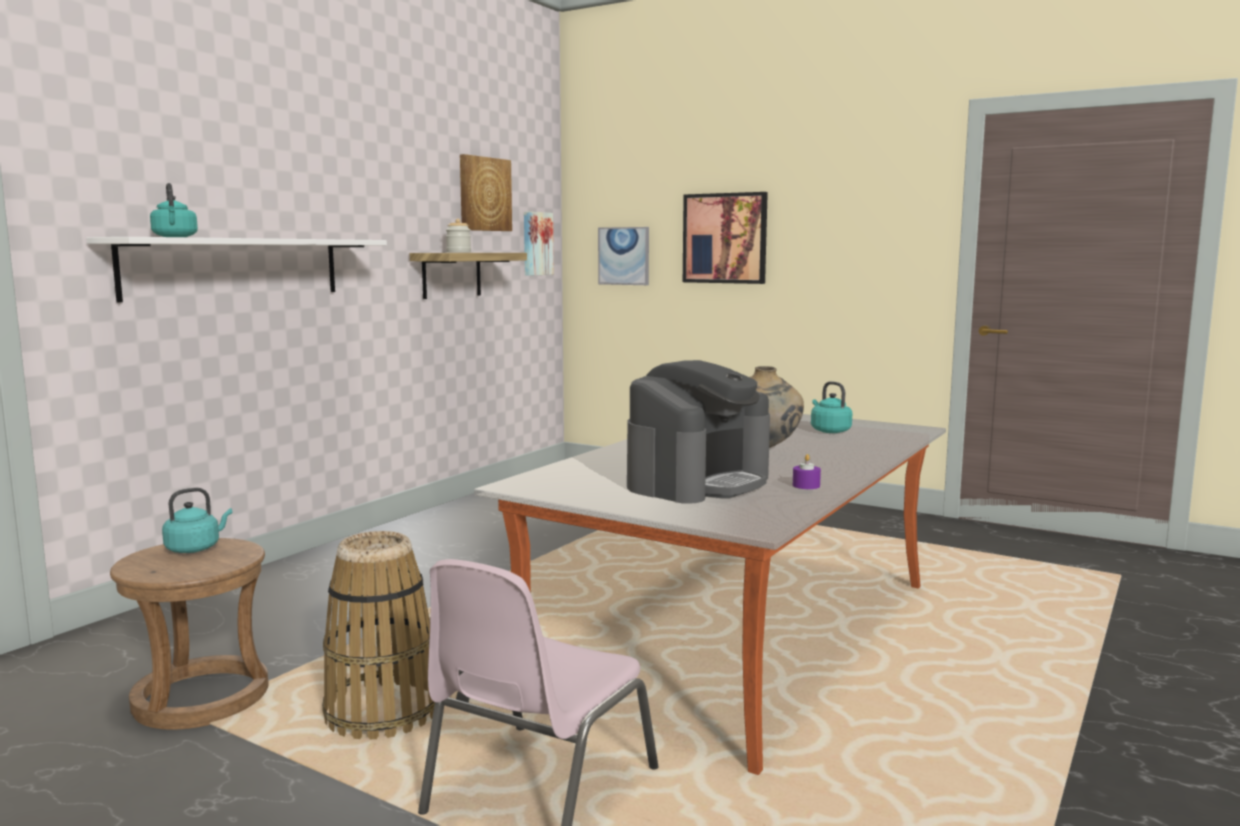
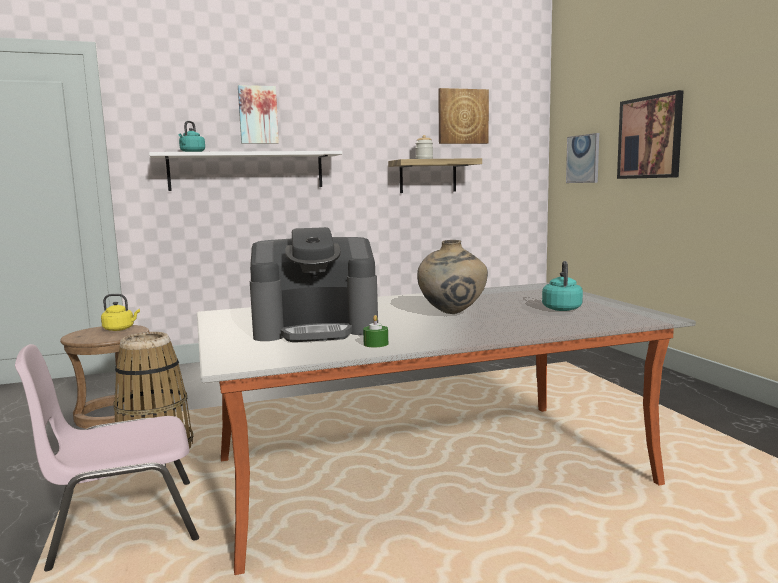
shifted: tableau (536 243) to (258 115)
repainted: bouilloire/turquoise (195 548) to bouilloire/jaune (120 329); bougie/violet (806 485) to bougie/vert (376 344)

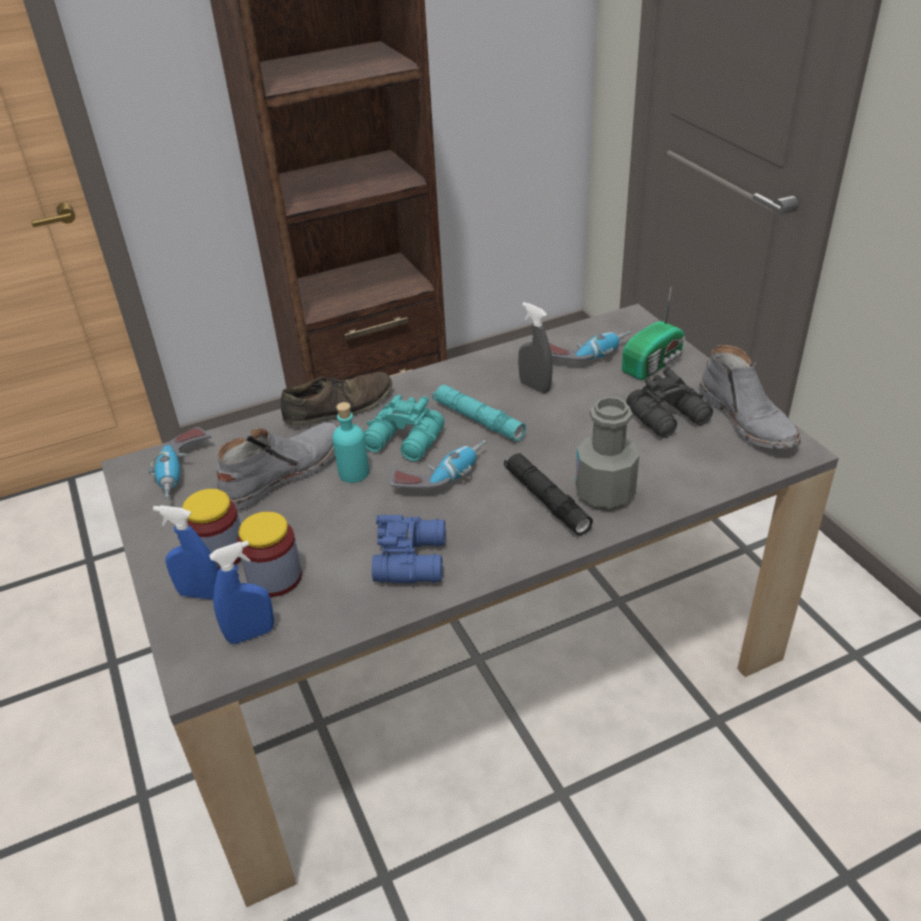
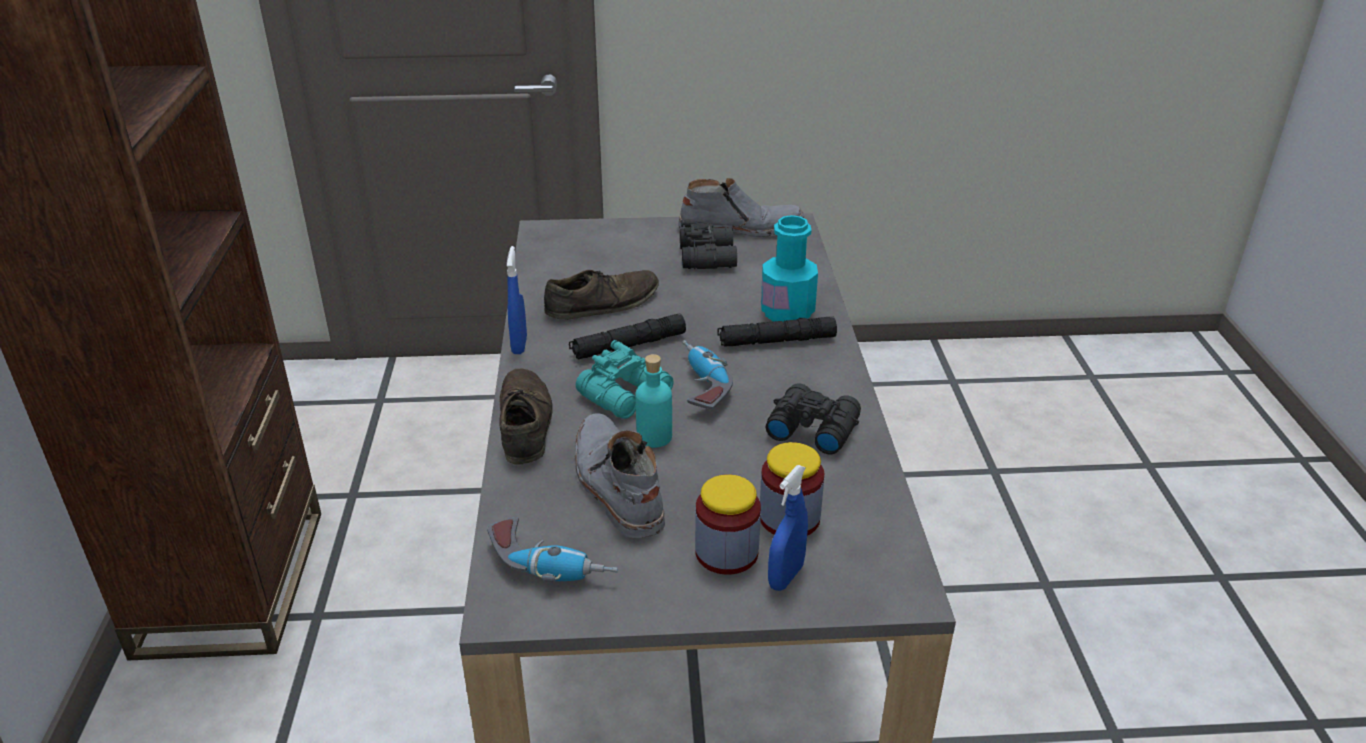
gone: perceuse (587 354); radio (654 363)
shifted: vaporisateur/bleu (251 634) to (519 345)
swapped: vaporisateur/gris (534 386) to chaussure/marron (603 304)
repainted: lampe de poche/turquoise (478 419) to lampe de poche/noir (628 346); bouteille/gris (605 493) to bouteille/turquoise (787 312); jumelles/bleu (413 559) to jumelles/noir (811 428)

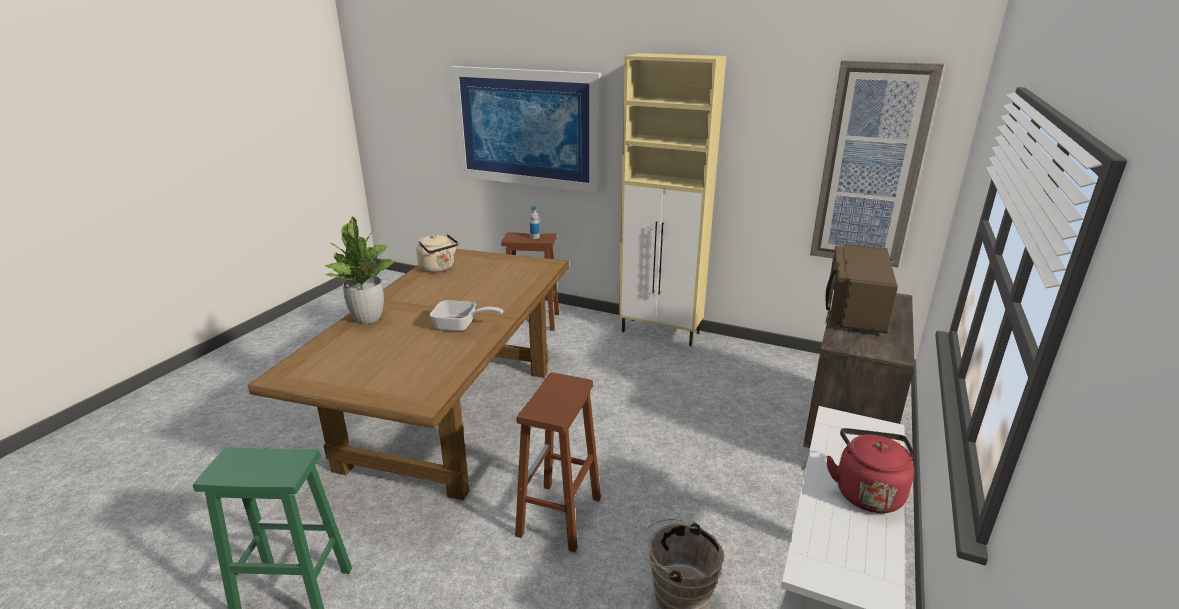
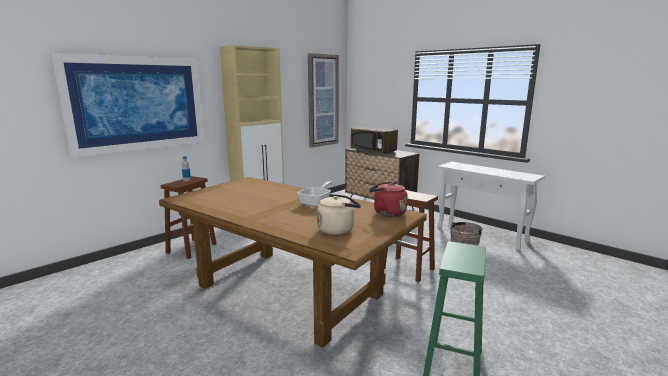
gone: plante en pot (368 318)
shifted: bouilloire/beige (438 268) to (337 229); bouilloire/rouge (867 492) to (387 213)

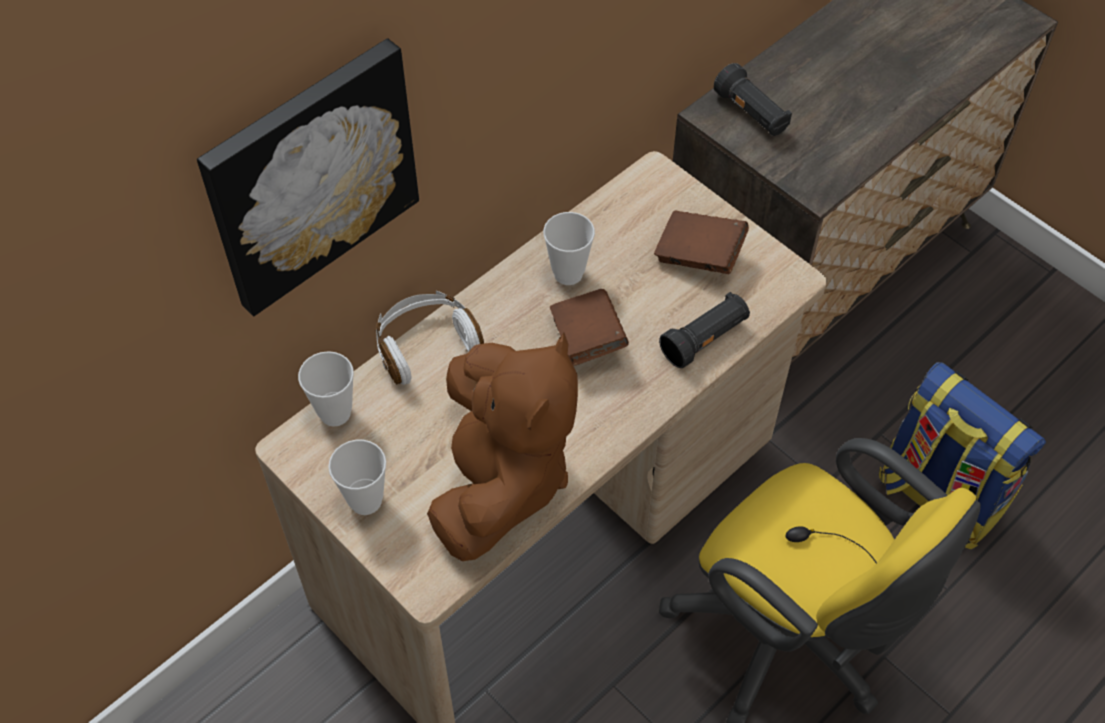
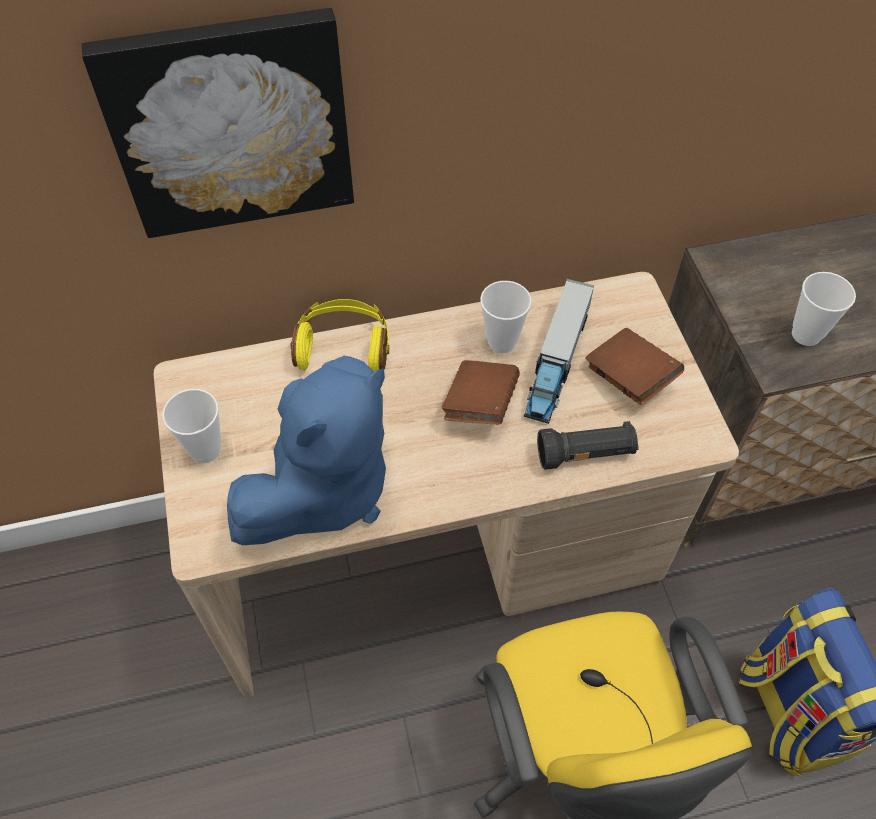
gone: lampe de poche/noir (751 114)
new: camion jouet (556 363)
shifted: tasse (335 413) to (806 334)
repainted: peluche/marron (500 480) to peluche/bleu (323 488); casque audio/blanc (426 344) to casque audio/jaune (343 346)

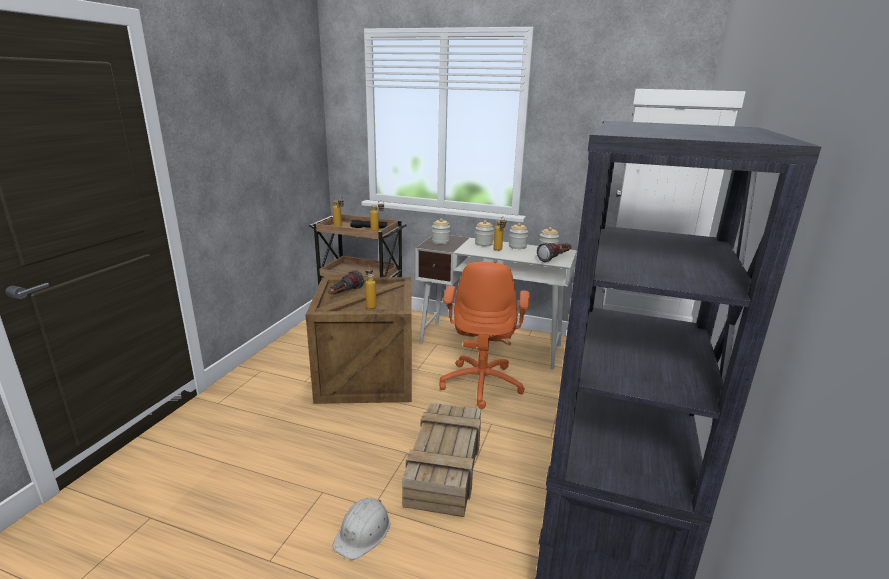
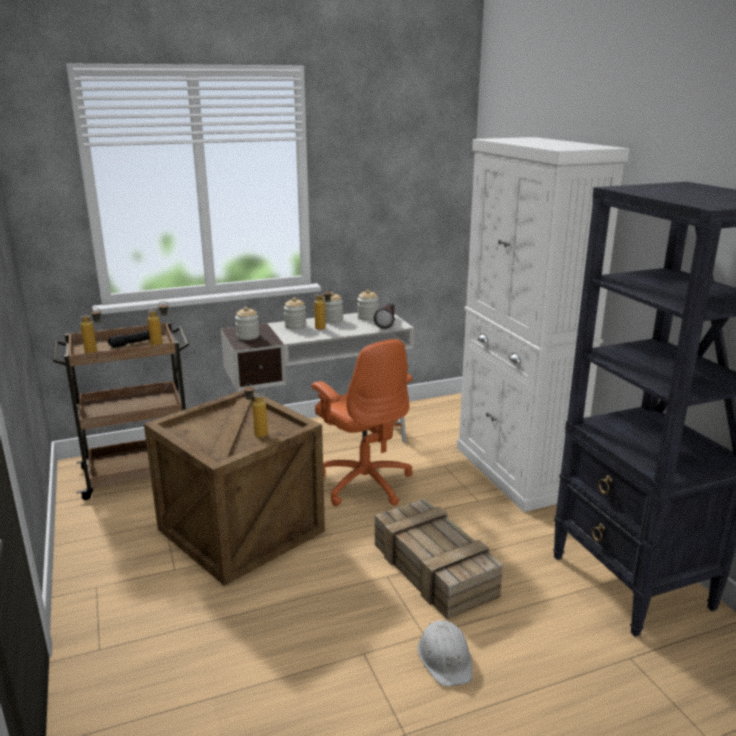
gone: lampe de poche (344 294)

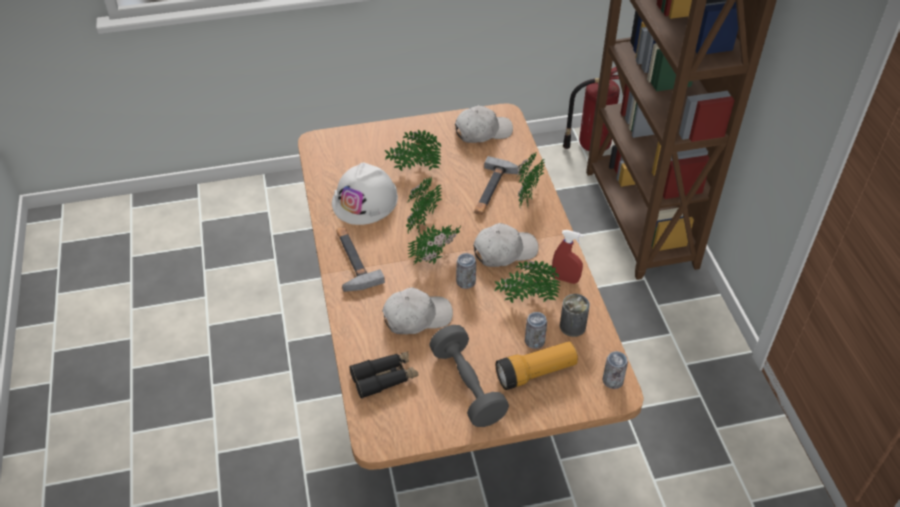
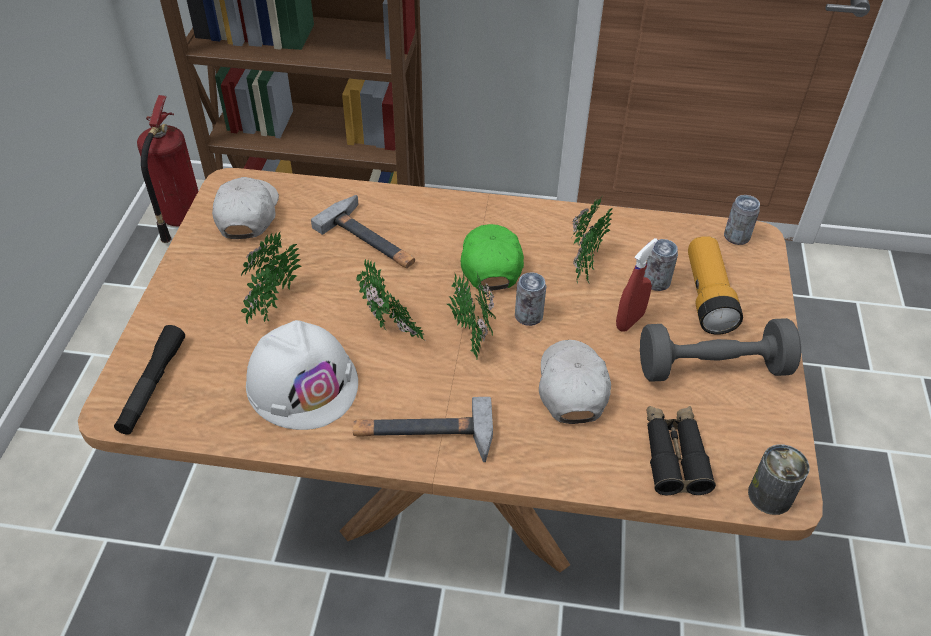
gone: plante en pot (526 198)
new: lampe de poche/noir (152 385)
shifted: vaporisateur/rouge (565 279) to (630 321); boîte métallique (572 326) to (770 495)
repainted: casquette/blanc (504 251) to casquette/vert (490 262)

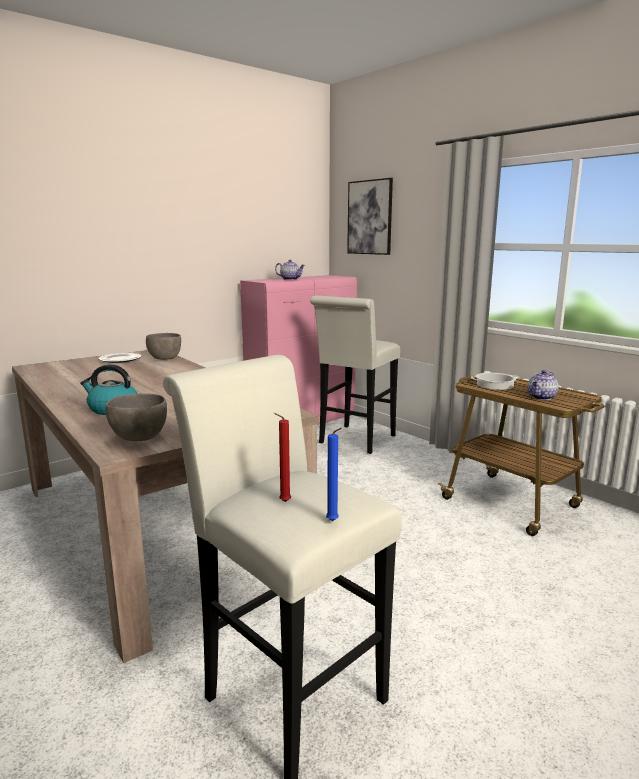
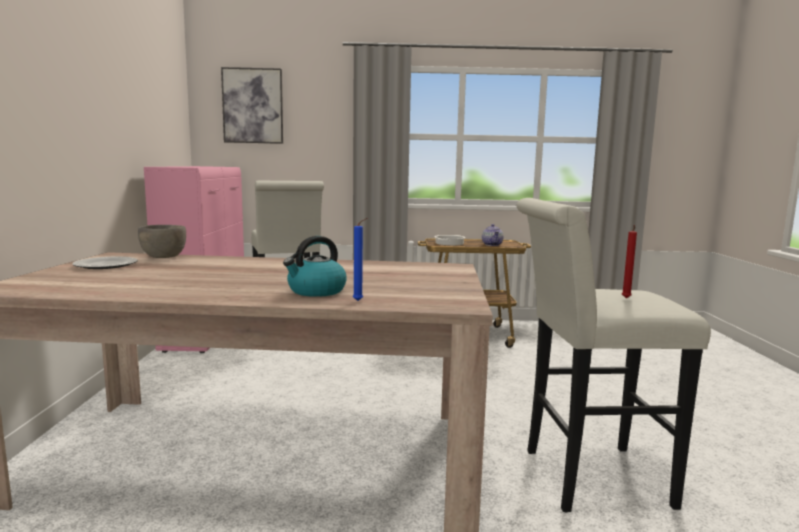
gone: bol/gris (138 438); théière (290 279)
shifted: bougie/bleu (333 522) to (359 301)

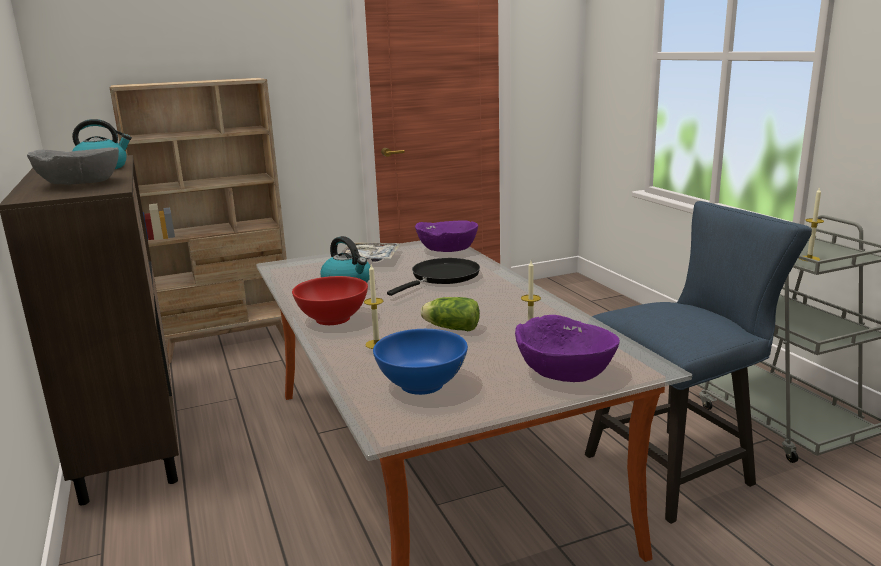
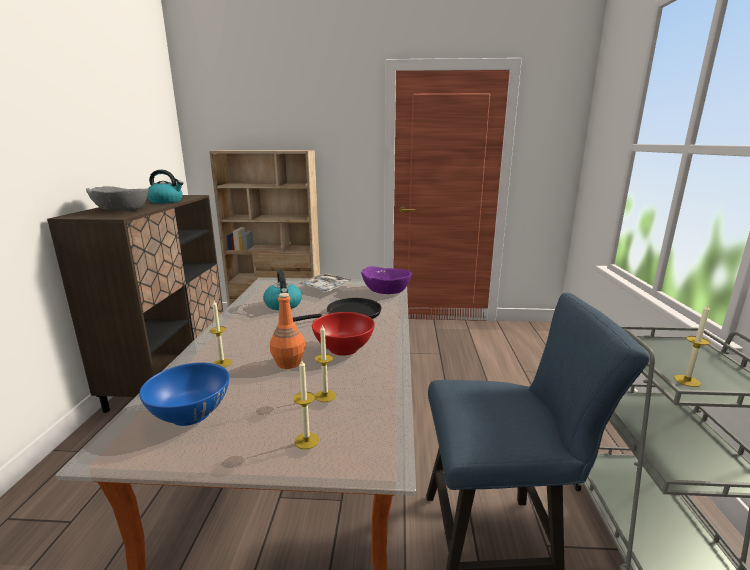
shifted: bol/rouge (333 319) to (344 349)
swapped: laitue (450 328) to bouteille/orange (288 363); bol/violet (565 371) to bougie (306 440)

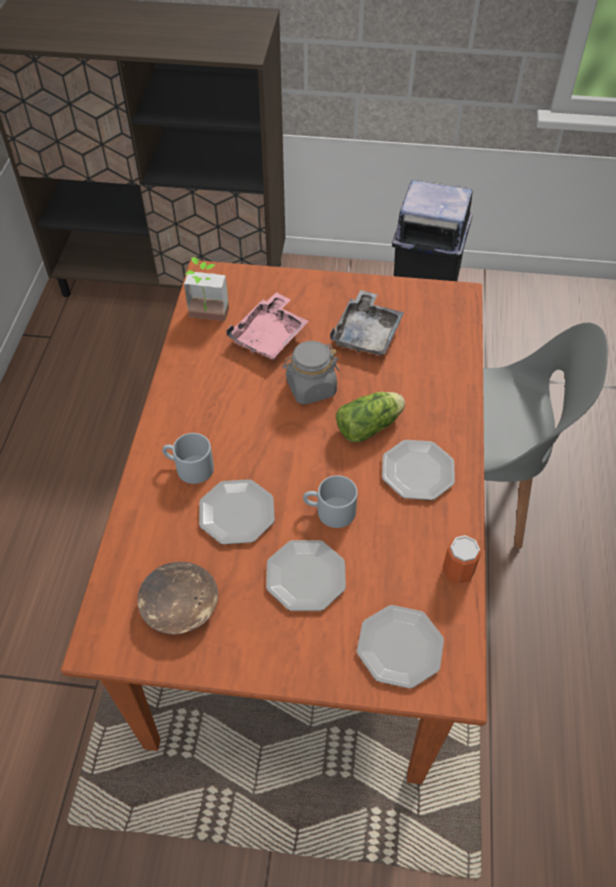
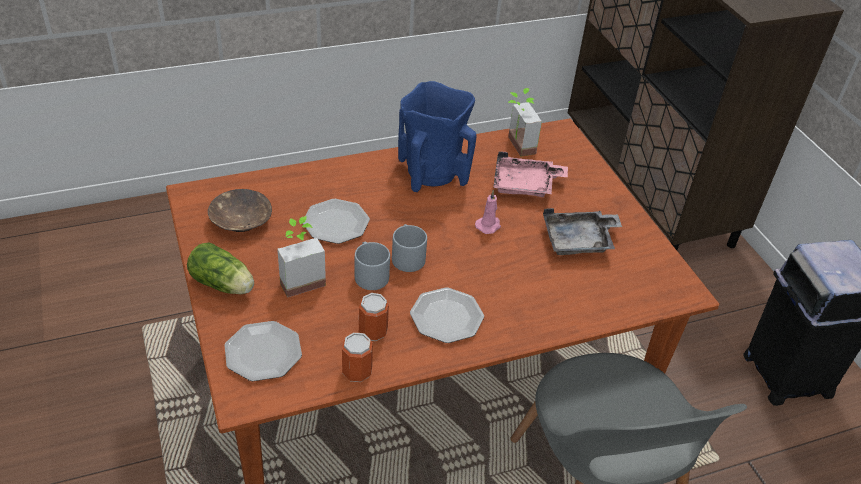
new: boîte métallique (373 331); vase/bleu (433 172)
shifted: laitue (371 426) to (224 285); mug/gris (188 468) to (406 256)
swapped: assiette (306 577) to plante en pot (299 279); bocal/gris (311 388) to bougie/rose (488 225)

